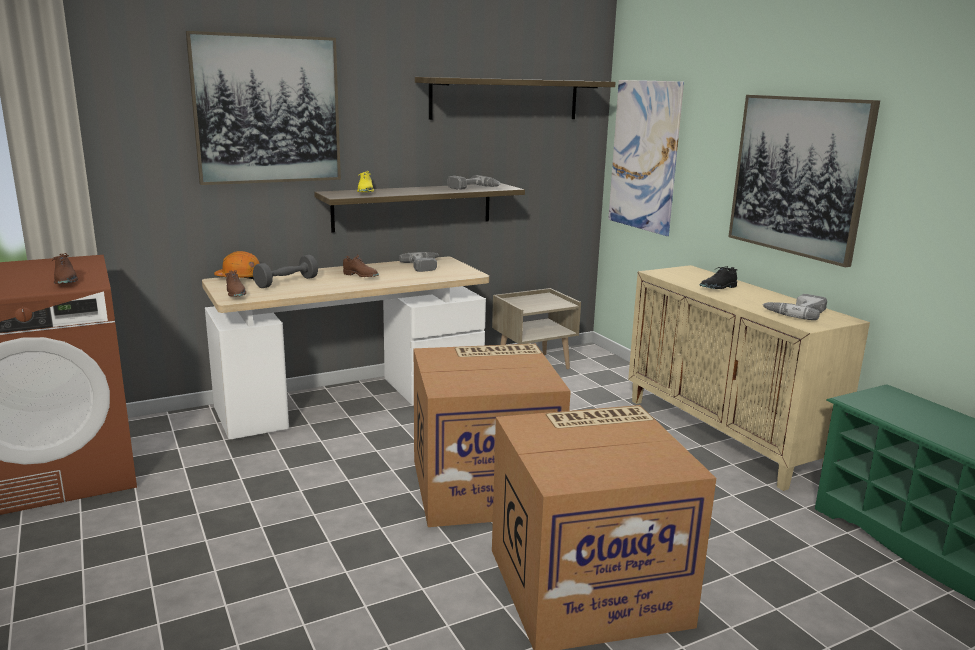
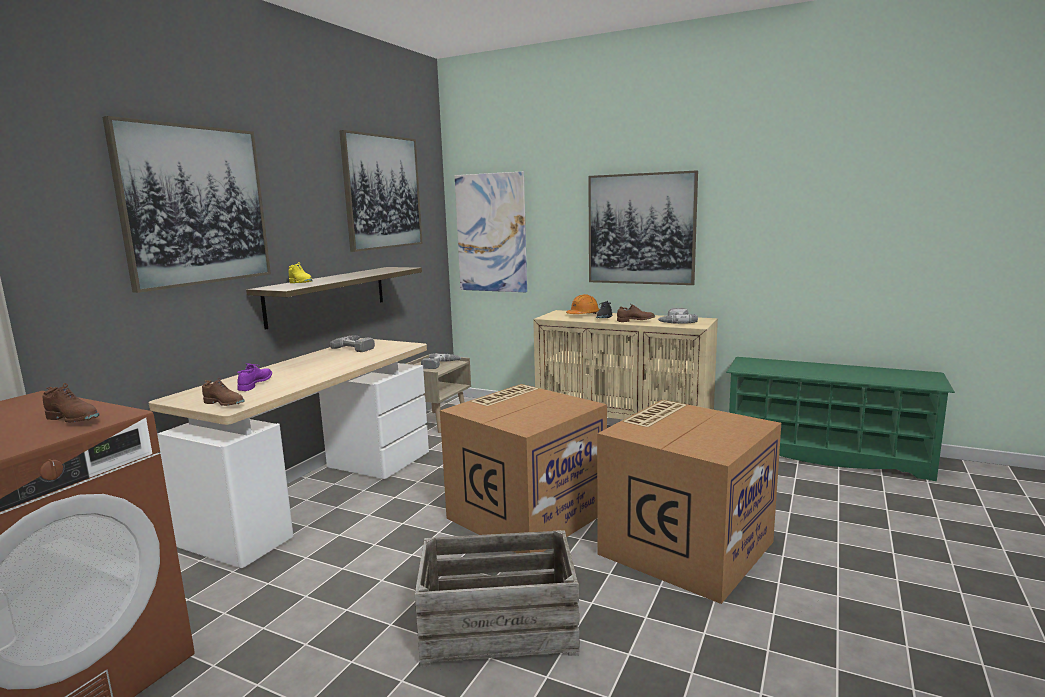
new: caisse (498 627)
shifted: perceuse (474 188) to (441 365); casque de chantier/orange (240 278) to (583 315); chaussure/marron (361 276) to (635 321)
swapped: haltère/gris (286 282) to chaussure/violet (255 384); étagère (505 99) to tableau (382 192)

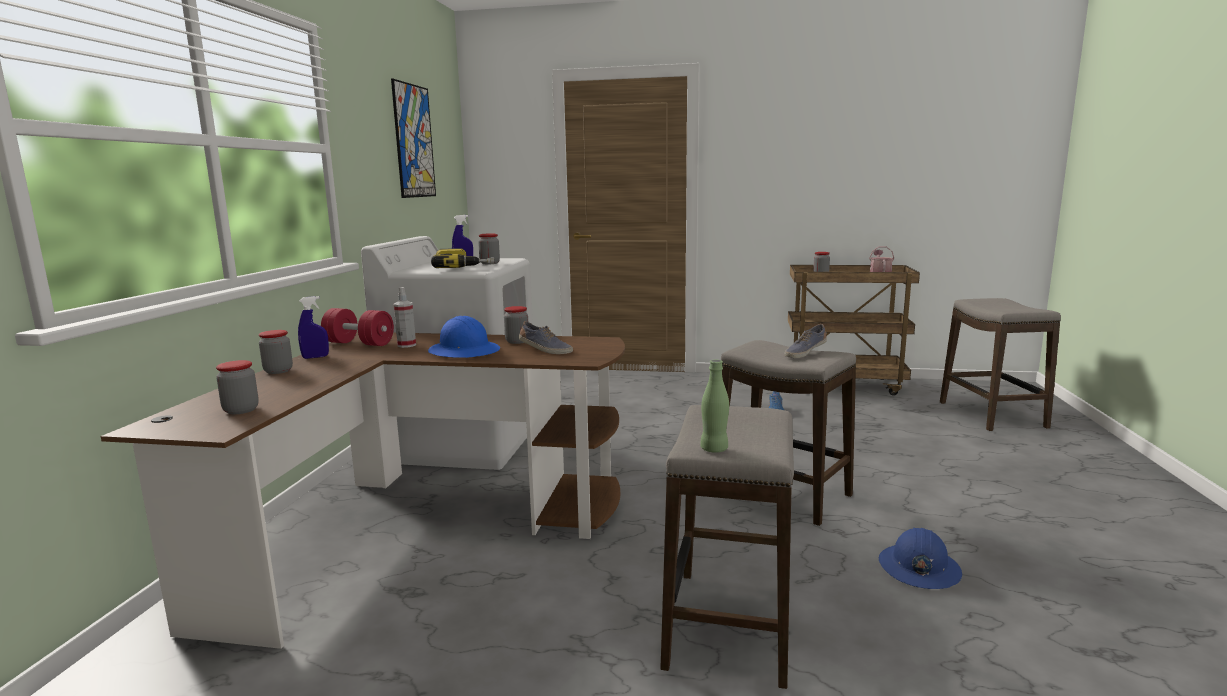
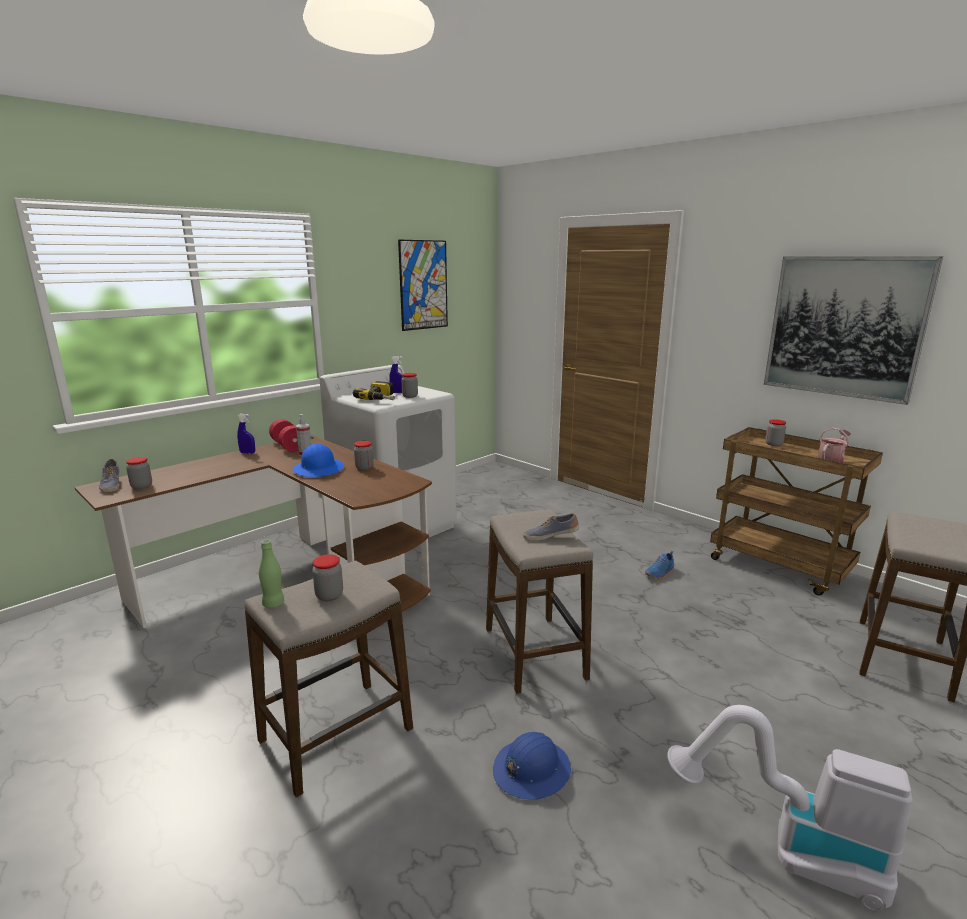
new: aspirateur (788 850); tableau (844 327)
shifted: chaussure (545 350) to (111 484); bocal (278 371) to (329 595)

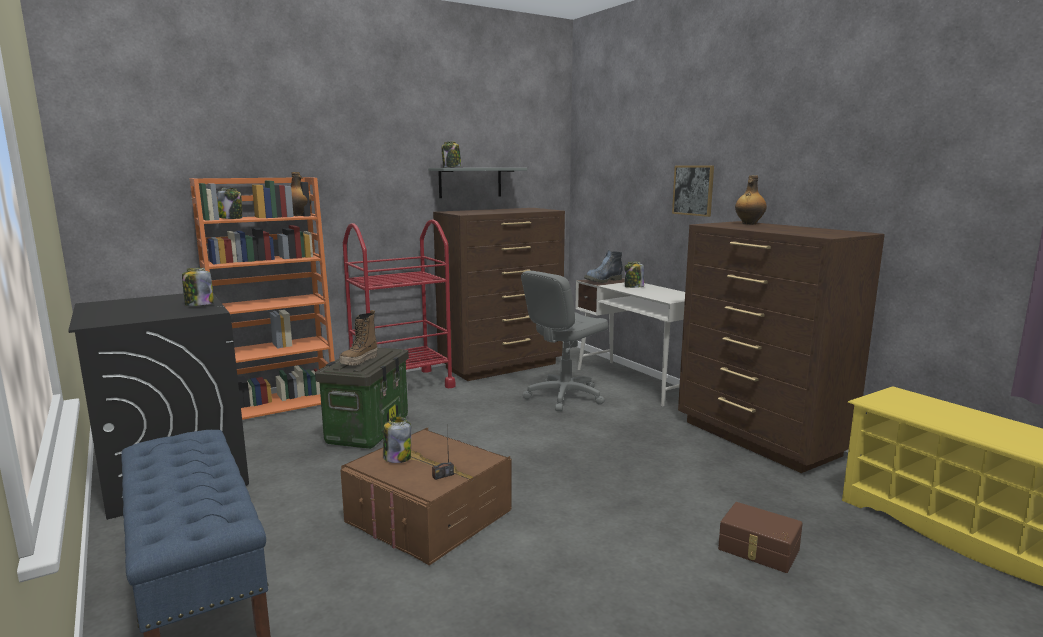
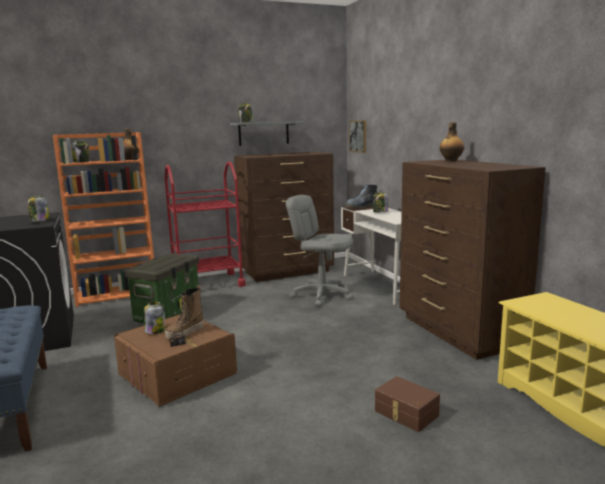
shifted: botte (359 361) to (185 333); tableau (693 190) to (358 136)
rotated: chaise de bureau/gris (564 396) = (322 295) 60 degrees clockwise

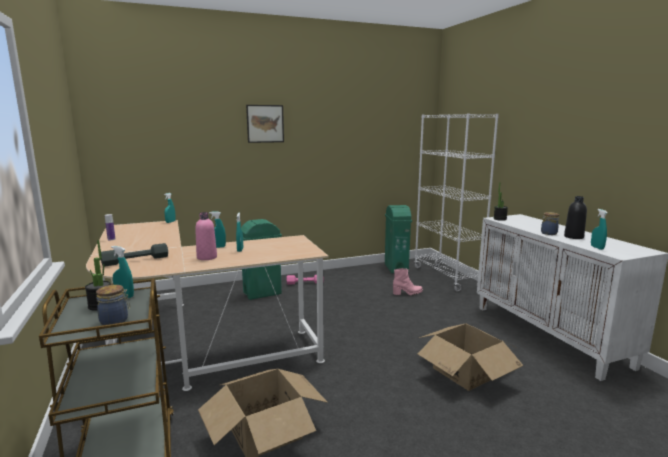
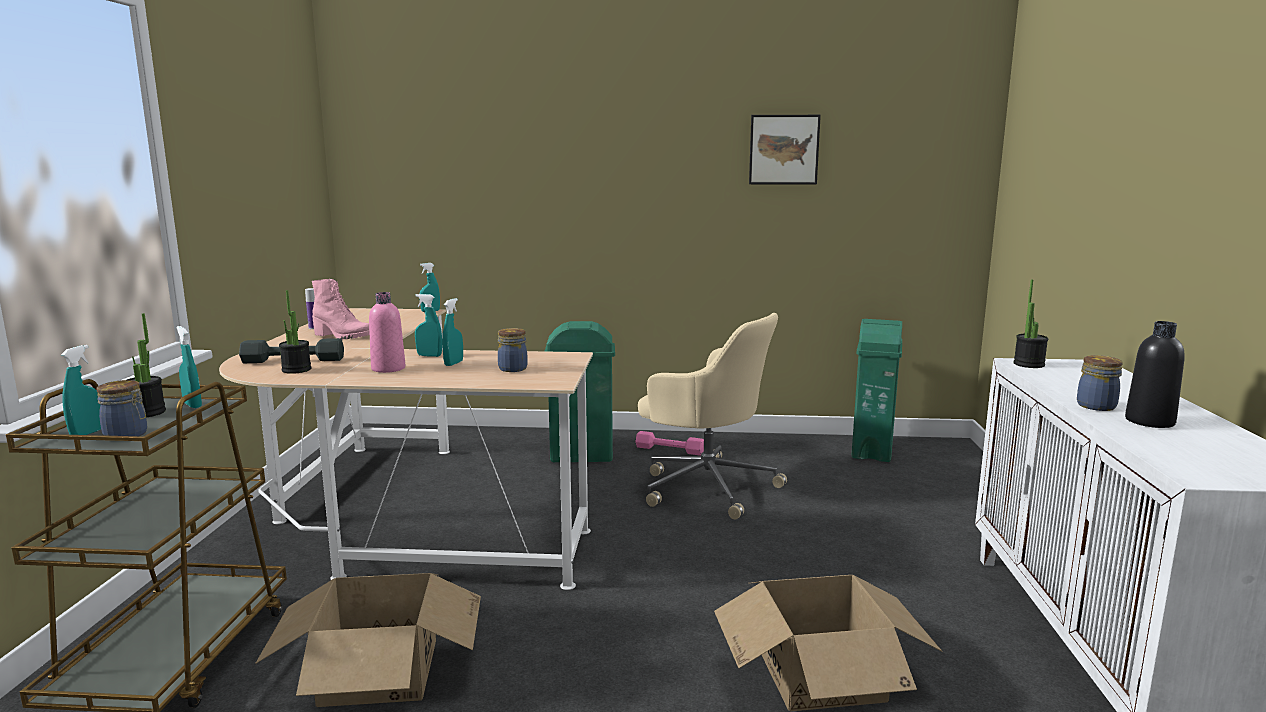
gone: bibliothèque/blanc (447 277)
new: plante en pot (296 370); bocal (512 368); chaise de bureau/beige (706 486)
shifted: vaporisateur/turquoise (597 247) to (88 433); botte/rose (407 293) to (343 336); tableau (265 123) to (784 149)

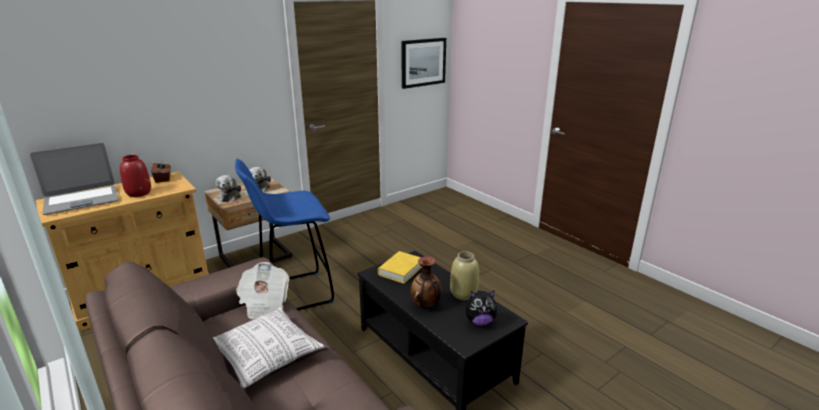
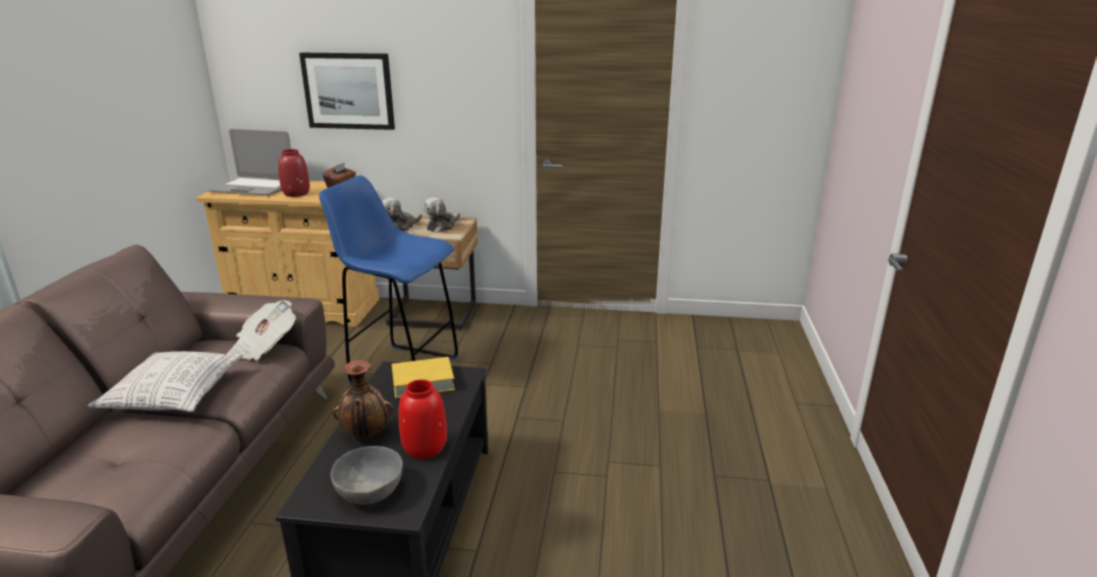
shifted: tableau (423 62) to (348 91)
swapped: peluche (479 322) to bol/gris (370 490)
repainted: vase/beige (464 294) to vase/rouge (425 448)

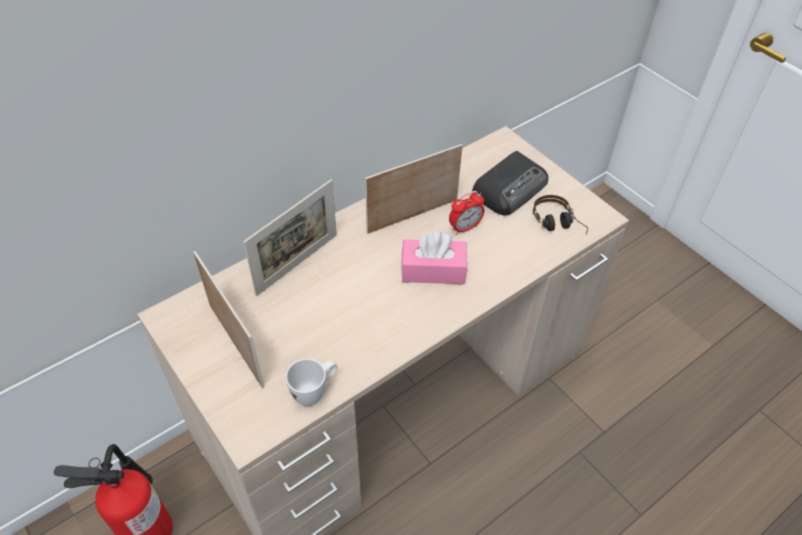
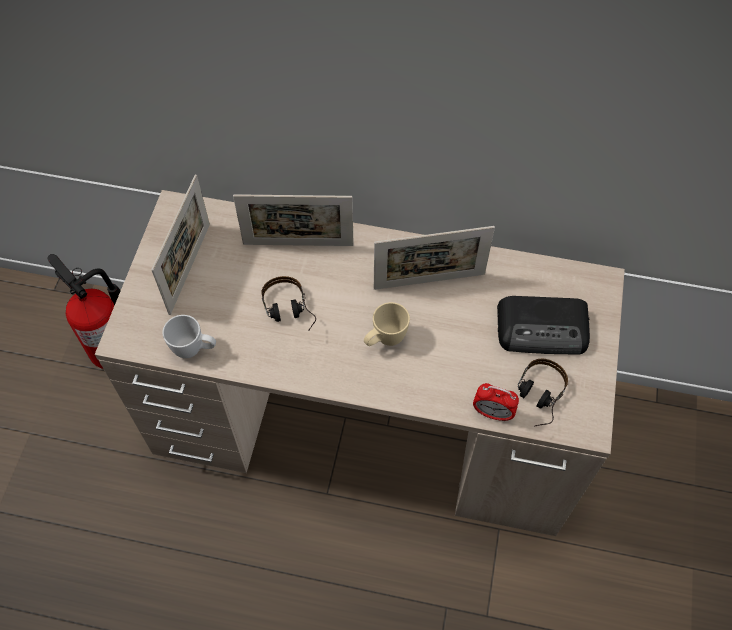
new: casque audio (289 313)
shifted: réveil (465 227) to (492 413)
swapped: boîte à mouchoirs/rose (433 270) to mug/beige (384 340)
rotated: cadre photo (412 216) = (429 281) 150 degrees clockwise

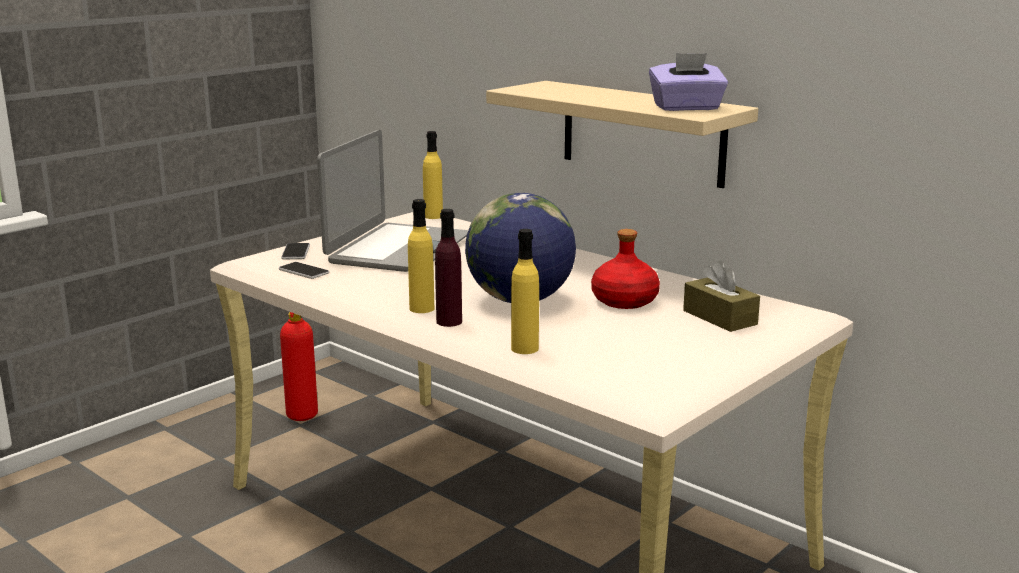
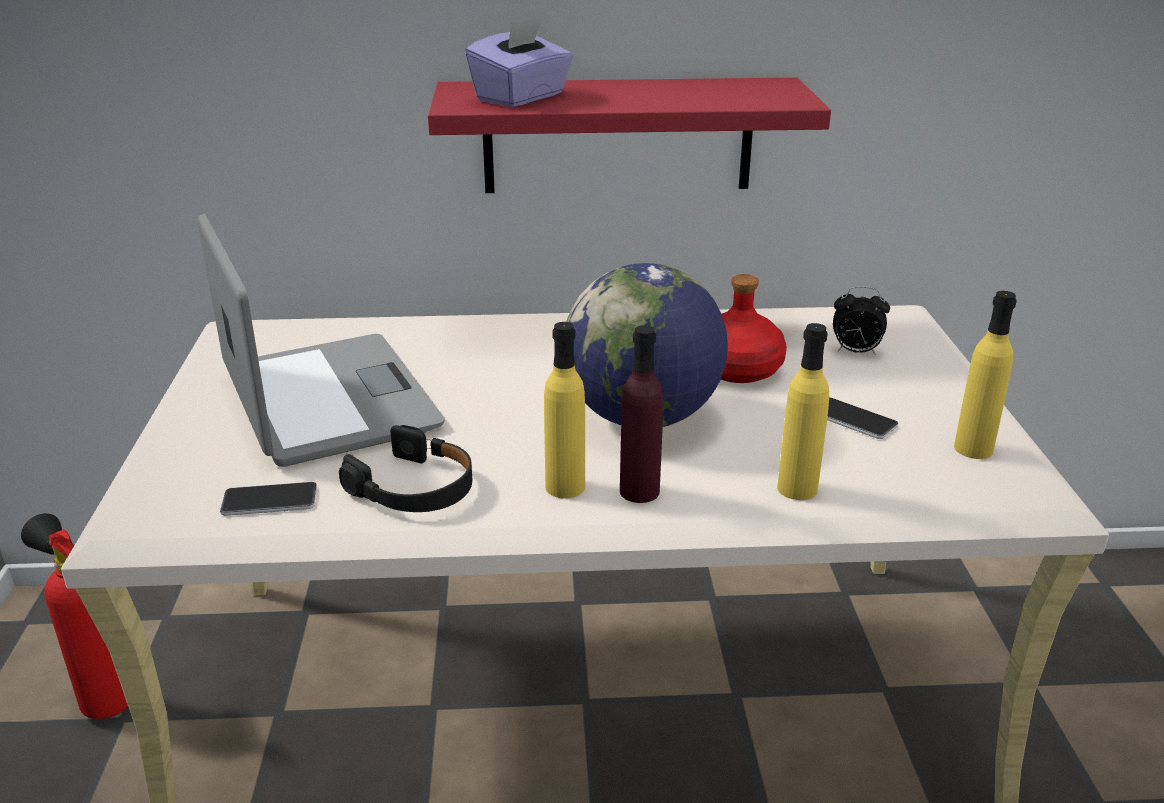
new: casque audio/noir (414 487)
shifted: boîte à mouchoirs/violet (686 108) to (521 97); téléphone (296 252) to (853 420); bouteille/jaune (433 216) to (973 449)
swapped: boîte à mouchoirs/marron (719 317) to réveil (855 352)
repainted: étagère/beige (642 133) to étagère/rouge (618 136)

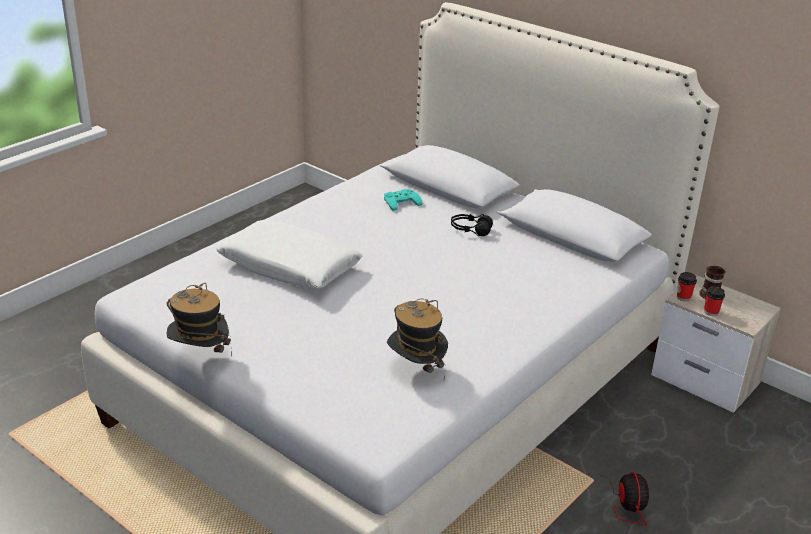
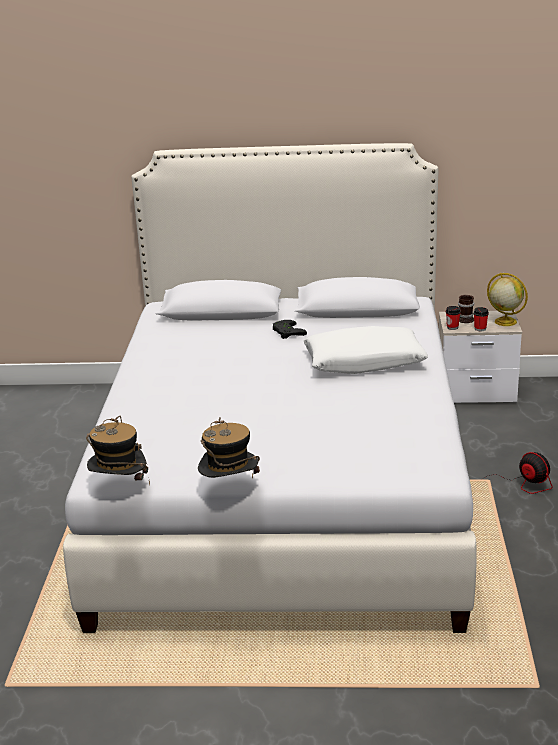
gone: manette/turquoise (401 201)
new: globe (504 321)
shifted: chapeau (416 370) to (120 488); coussin/blanc (289 267) to (364 362)
swapped: casque audio/noir (470 230) to manette/noir (286 332)

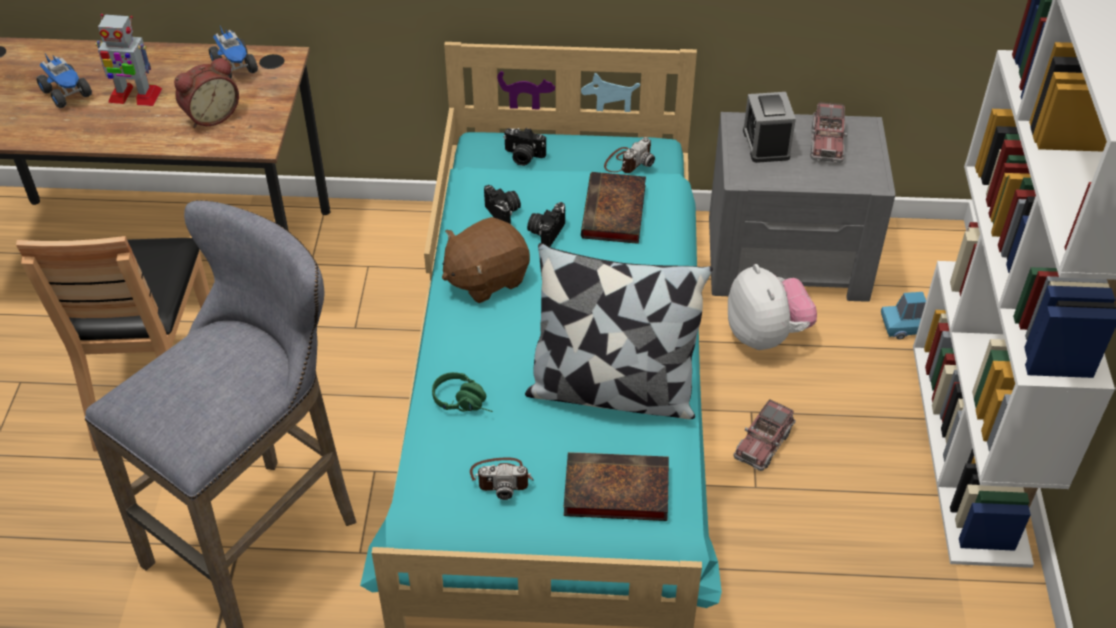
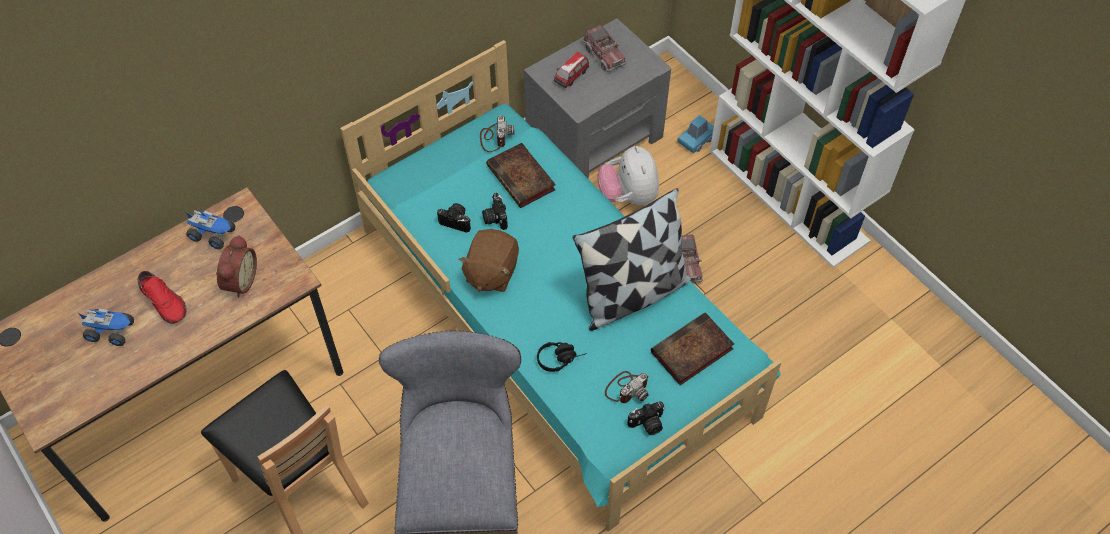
shifted: appareil photo (523 157) to (647 424)
swapped: robot jouet (134 96) to chaussure/rouge (165 301); réveil (766 144) to petite voiture (571 77)
repainted: casque audio/vert (465 402) to casque audio/noir (561 358)
rotated: peluche (766 335) = (628 196) 135 degrees counterclockwise

